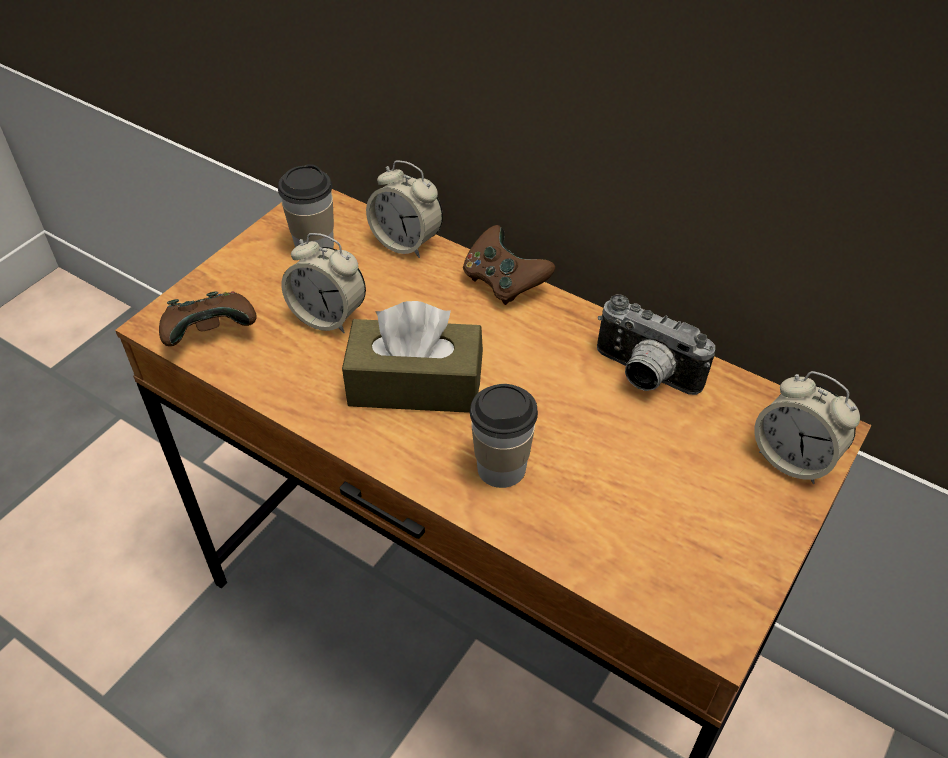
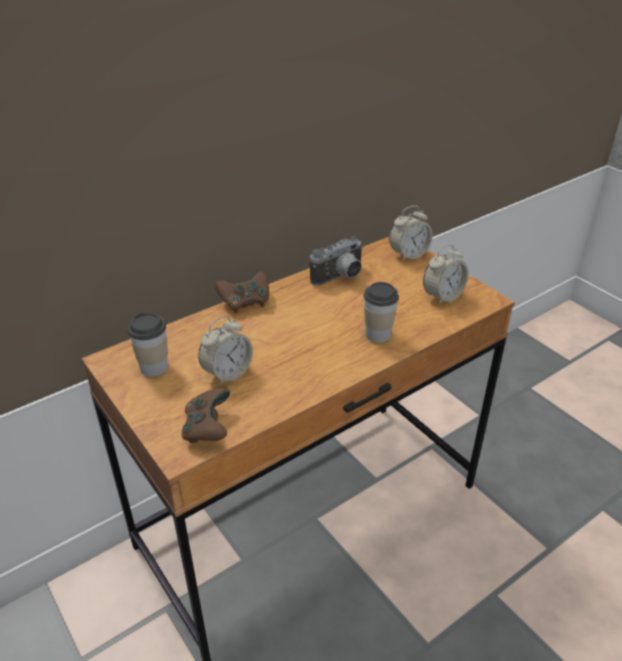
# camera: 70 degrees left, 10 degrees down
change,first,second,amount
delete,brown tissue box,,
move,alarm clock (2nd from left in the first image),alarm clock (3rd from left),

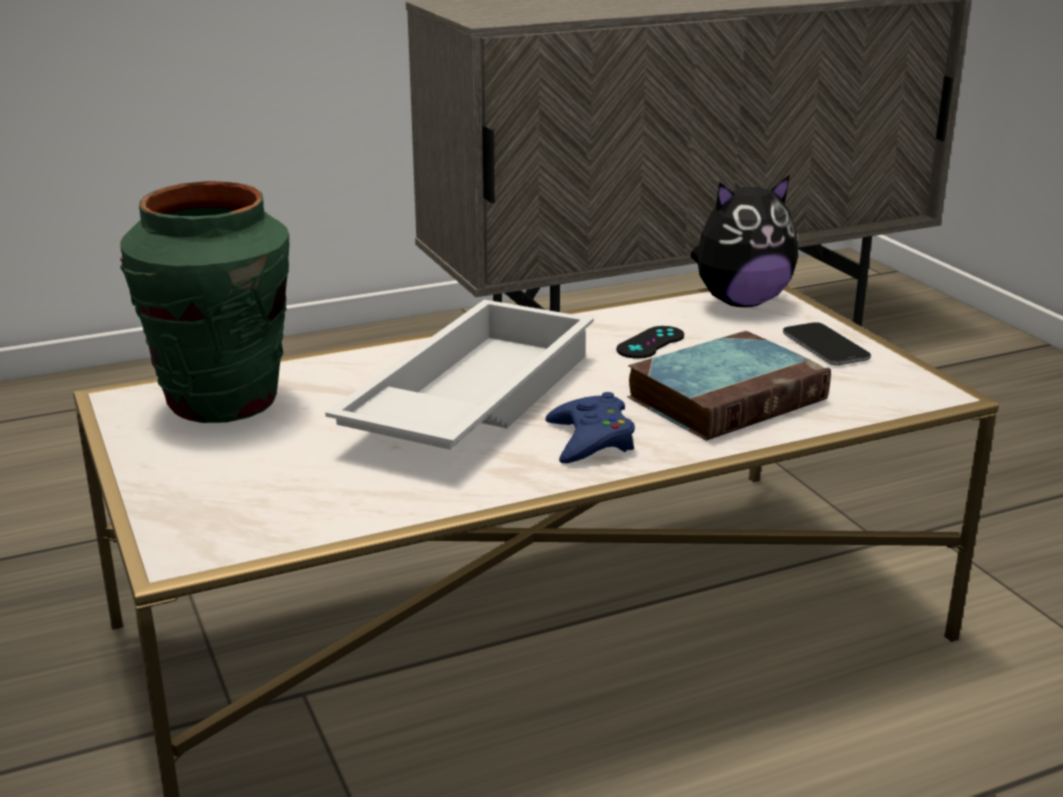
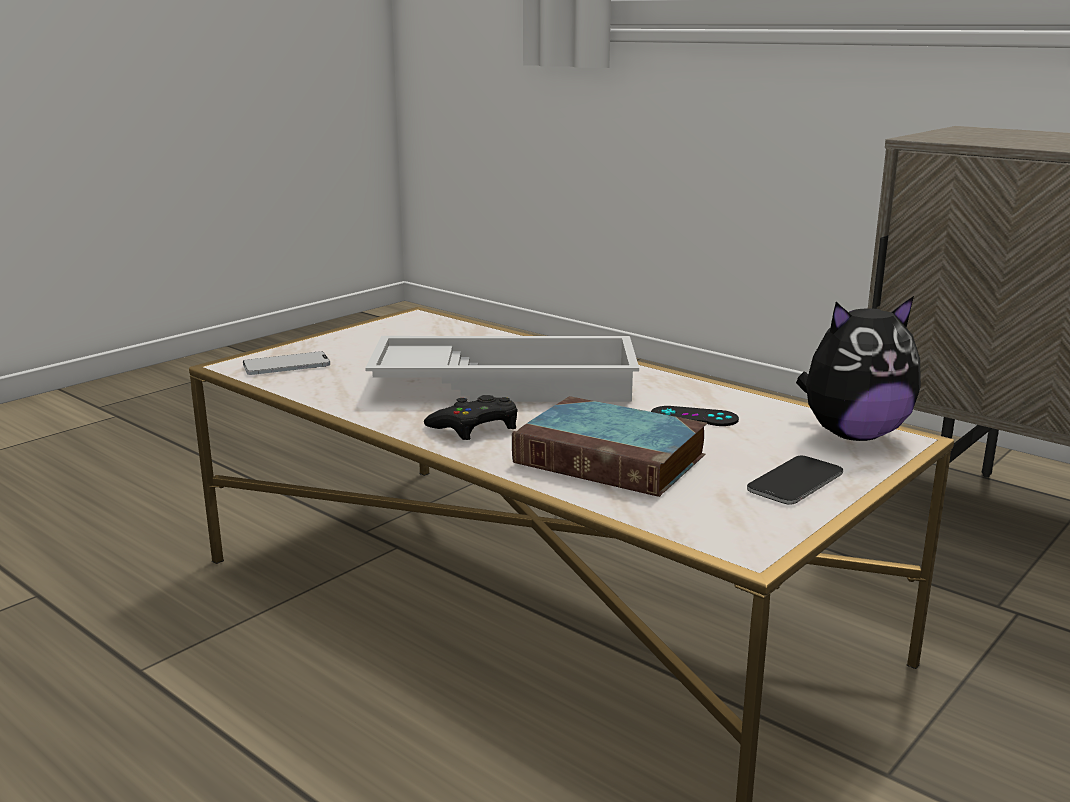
# camera: 65 degrees right, 5 degrees down
change,first,second,amount
delete,green vase,,
recolor,blue game controller,black game controller (1st from left),
rotate,plush toy,,60 degrees counterclockwise
insert,,phone (1st from left),

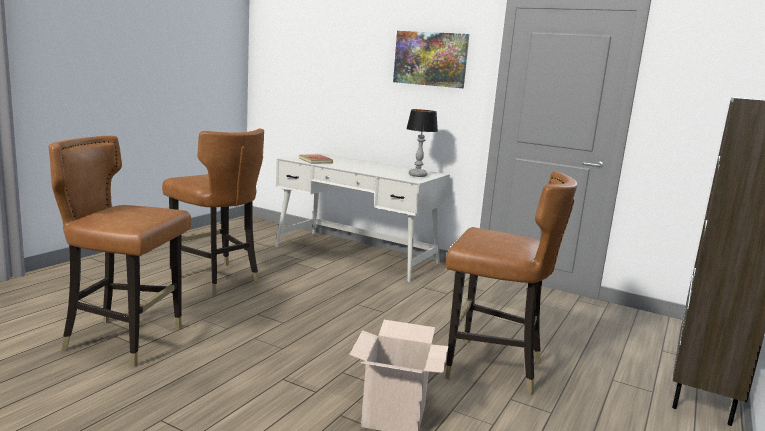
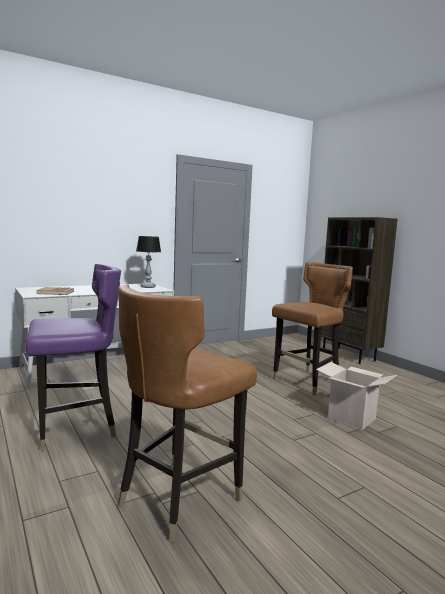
# camera: 60 degrees left, 5 degrees down
change,first,second,amount
recolor,brown chair (2nd from left),purple chair,
delete,picture,,

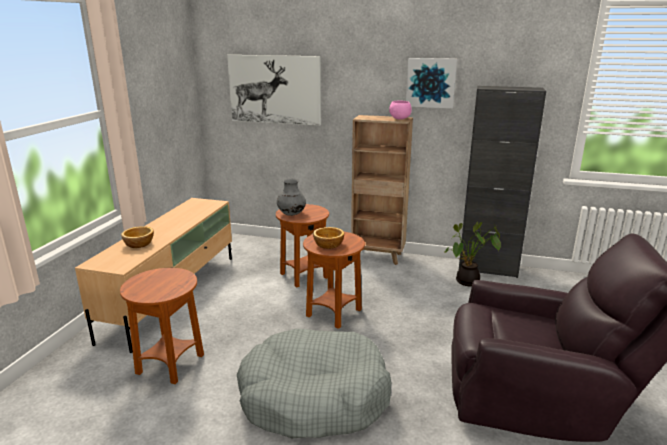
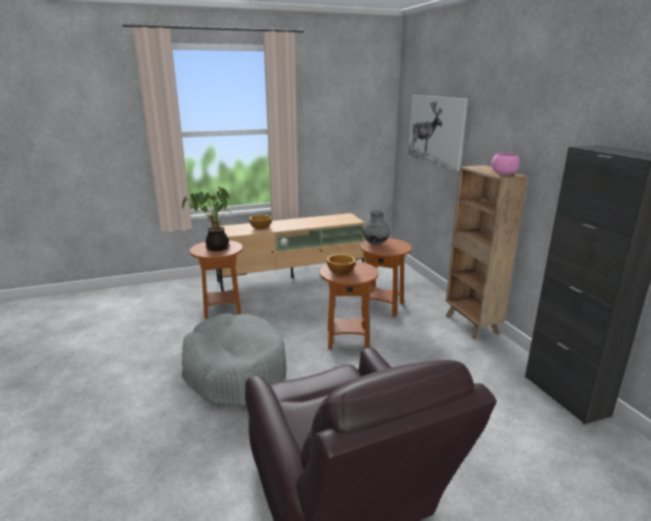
# camera: 55 degrees right, 0 degrees up
change,first,second,amount
delete,picture (2nd from left),,
move,potted plant,,

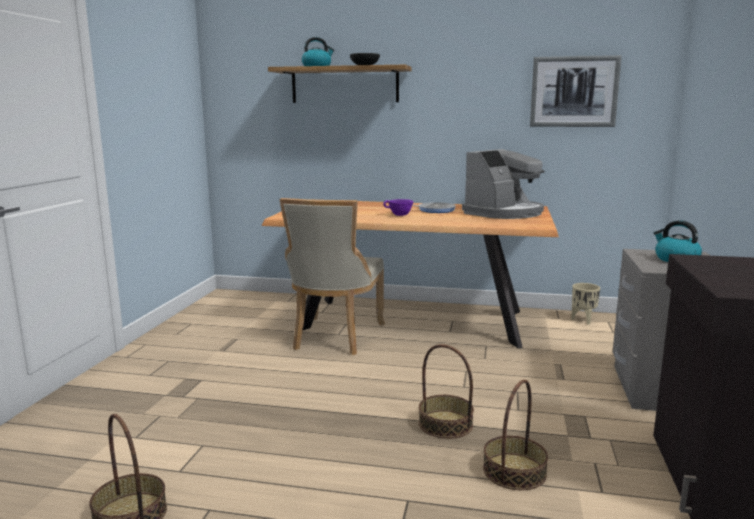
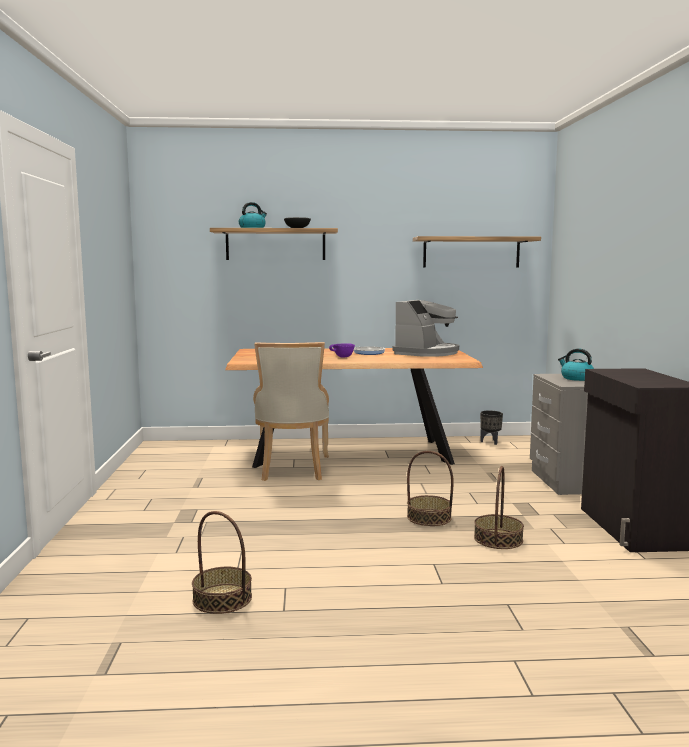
# camera: 15 degrees left, 5 degrees down
change,first,second,amount
replace,picture,shelf (2nd from left),
recolor,beige planter,black planter,

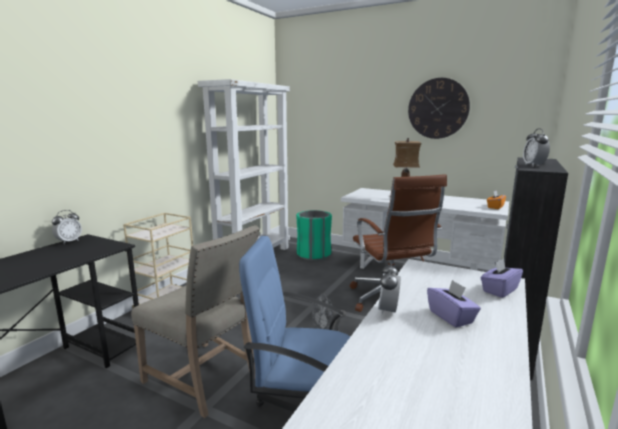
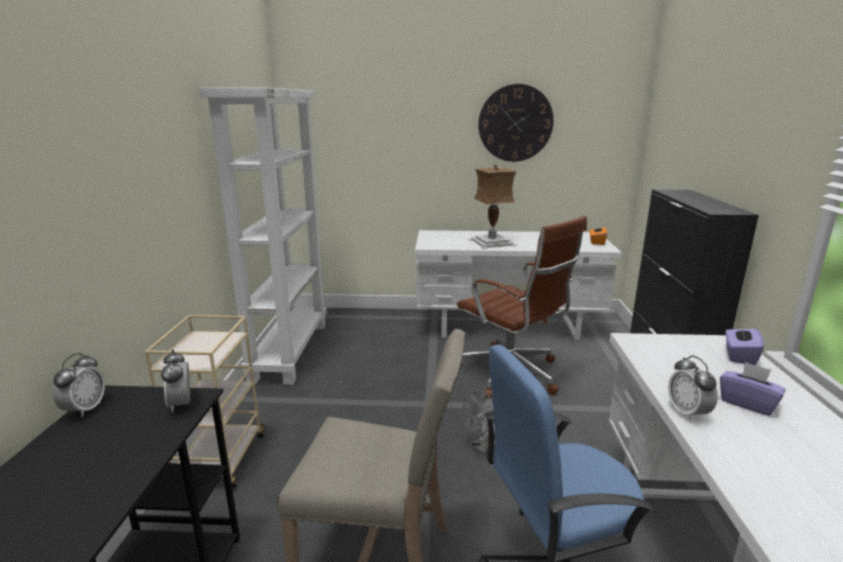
# camera: 25 degrees left, 5 degrees up
change,first,second,amount
delete,green trash can,,
move,alarm clock (3rd from left in the first image),alarm clock (2nd from left),

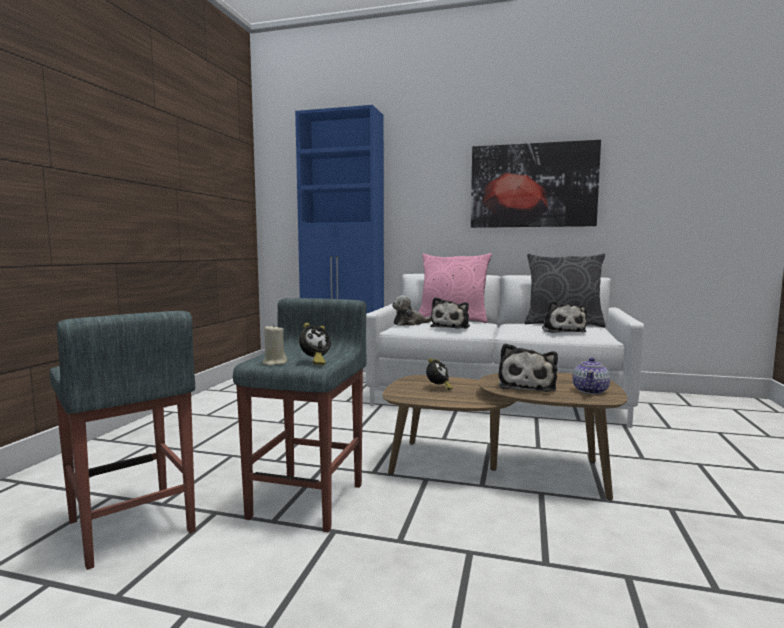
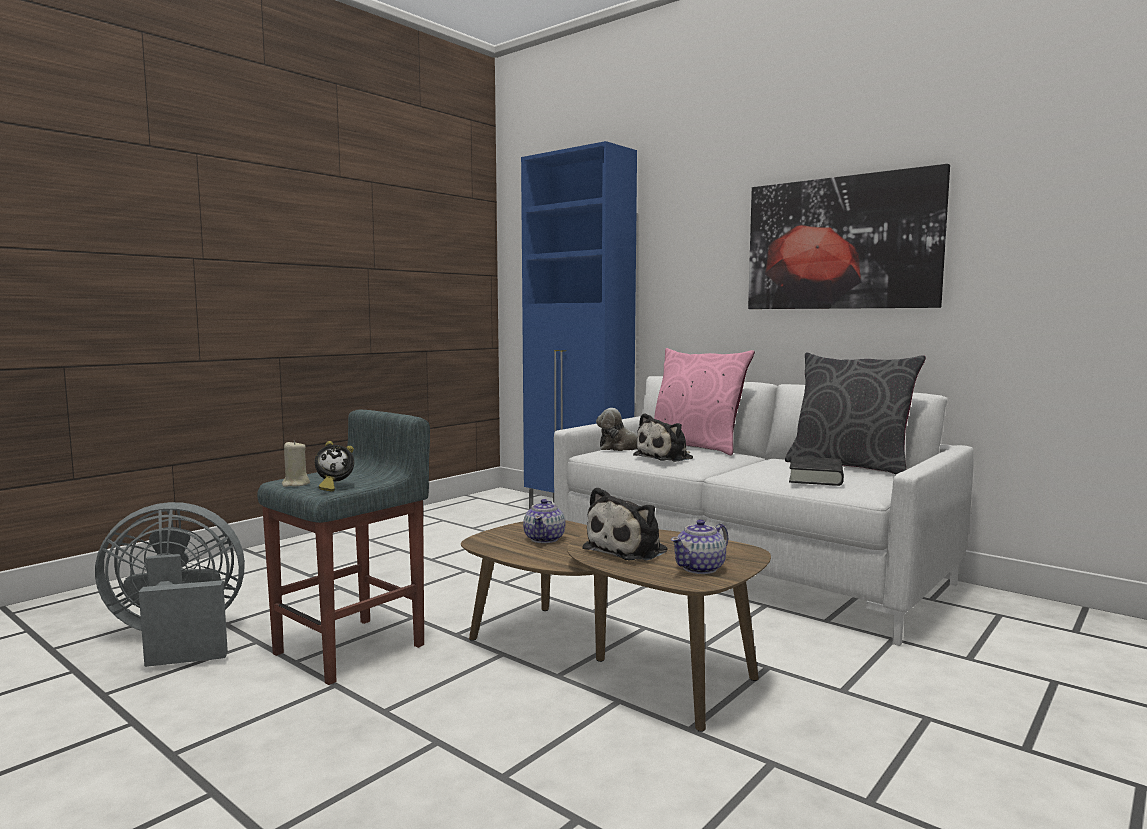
# camera: 25 degrees right, 0 degrees up
change,first,second,amount
replace,grey stool (1st from left),grey fan,
replace,alarm clock (2nd from left),teapot (1st from left),
replace,plush toy (4th from left),black book,

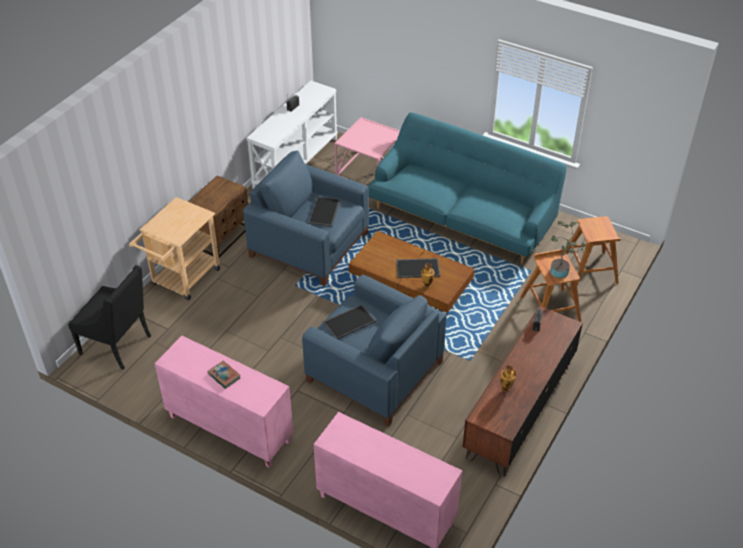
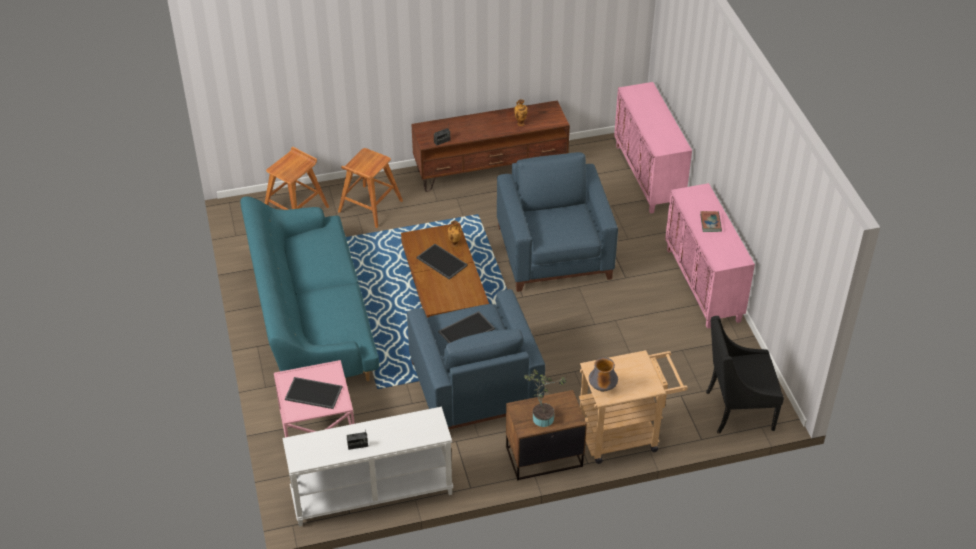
# camera: 135 degrees left, 0 degrees up
change,first,second,amount
rotate,black armchair,,75 degrees counterclockwise
move,tray (2nd from left in the first image),tray (1st from left),
move,potted plant,,
insert,,vase (3rd from left),

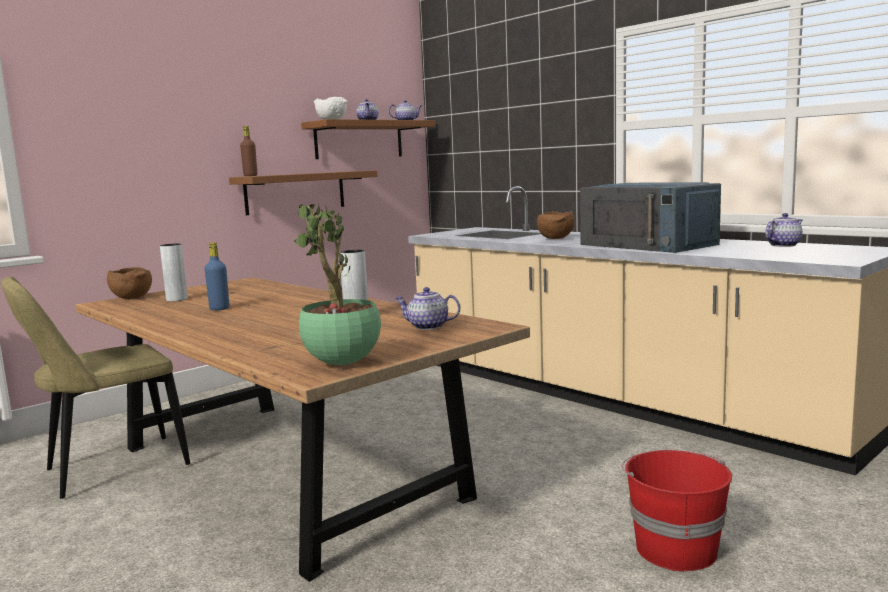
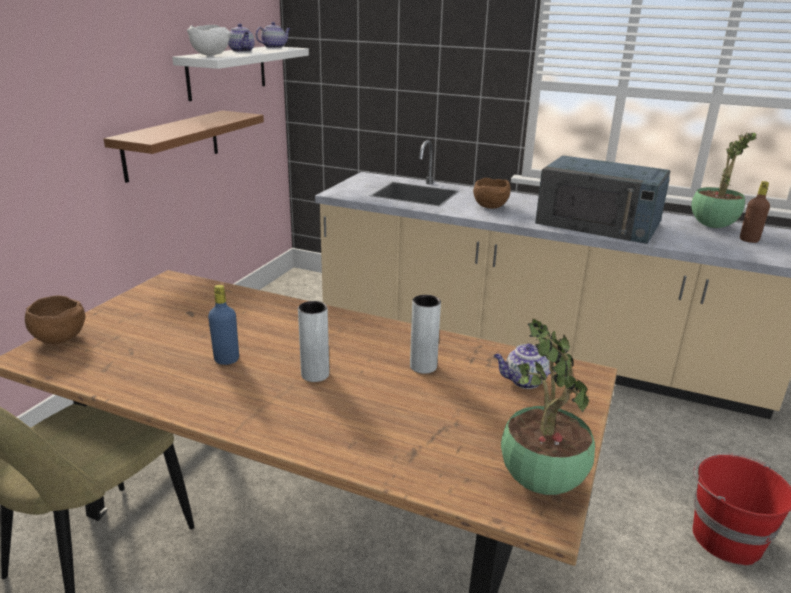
# camera: 25 degrees left, 15 degrees up
change,first,second,amount
move,grey vase (1st from left),,
move,brown bottle,,
recolor,brown shelf (2nd from left),white shelf,
replace,teapot (4th from left),potted plant (2nd from left),

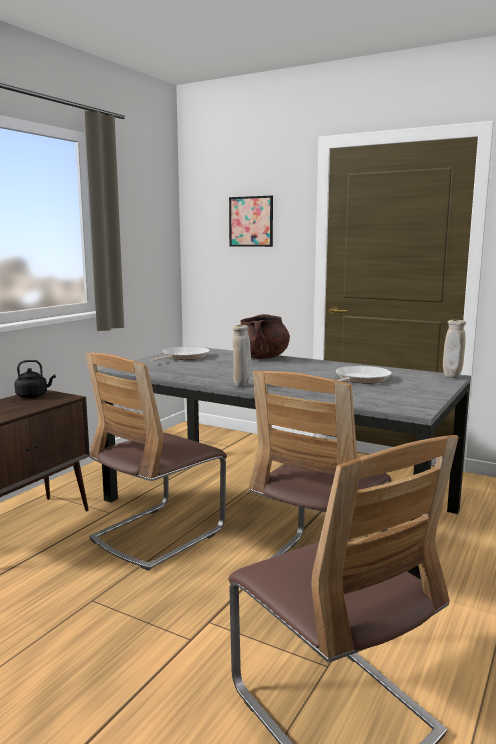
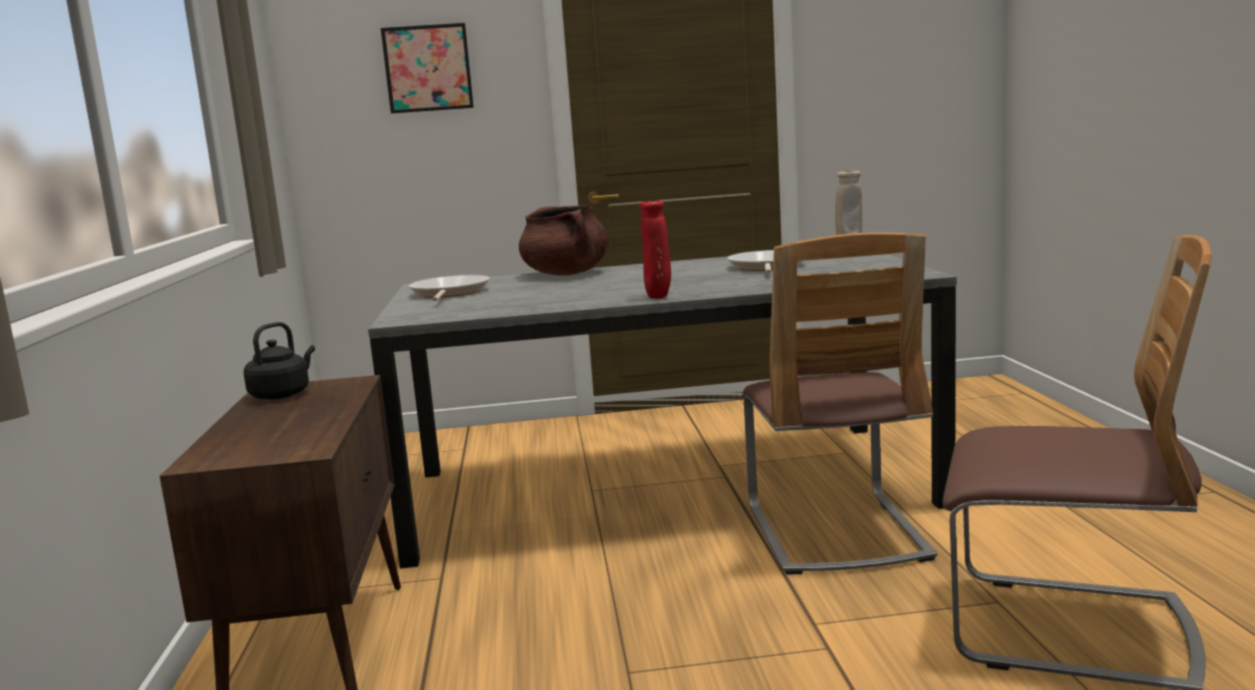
# camera: 35 degrees left, 0 degrees up
change,first,second,amount
delete,chair (1st from left),,
recolor,beige vase (1st from left),red vase,

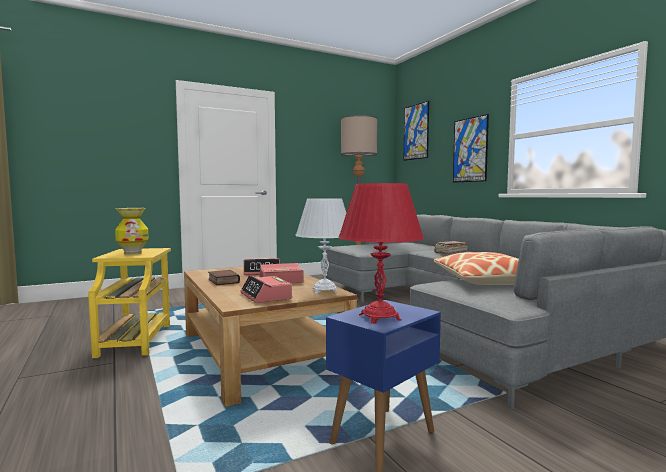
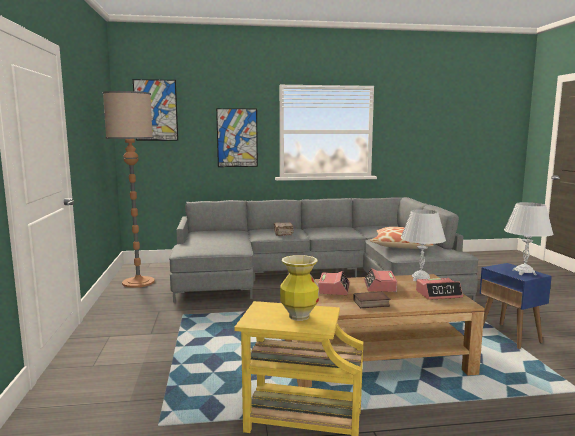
# camera: 70 degrees left, 5 degrees up
change,first,second,amount
recolor,red table lamp,white table lamp (2nd from left),

